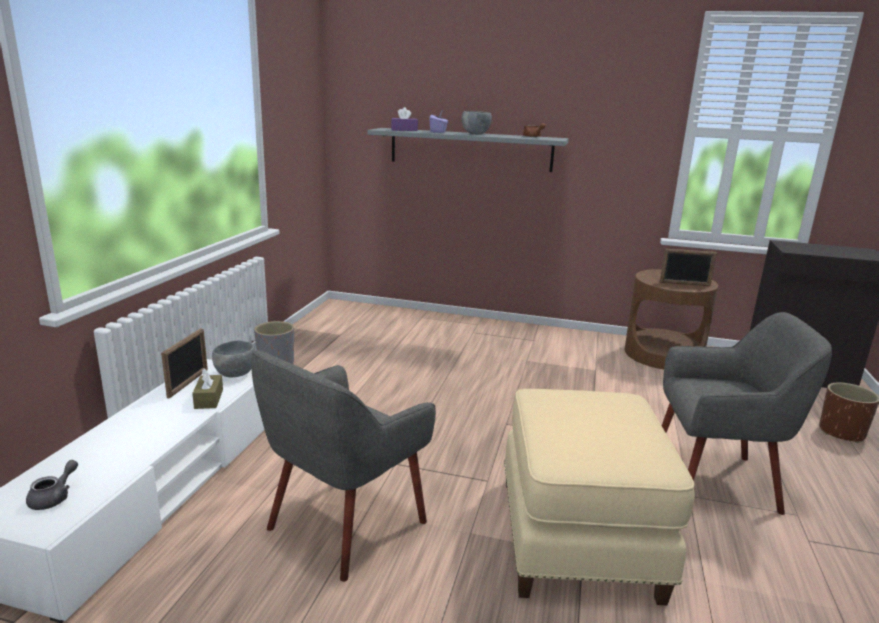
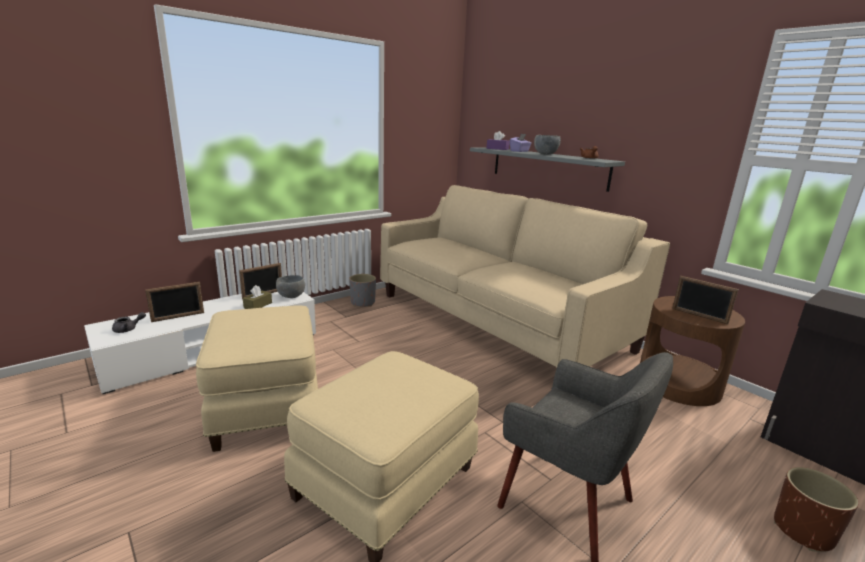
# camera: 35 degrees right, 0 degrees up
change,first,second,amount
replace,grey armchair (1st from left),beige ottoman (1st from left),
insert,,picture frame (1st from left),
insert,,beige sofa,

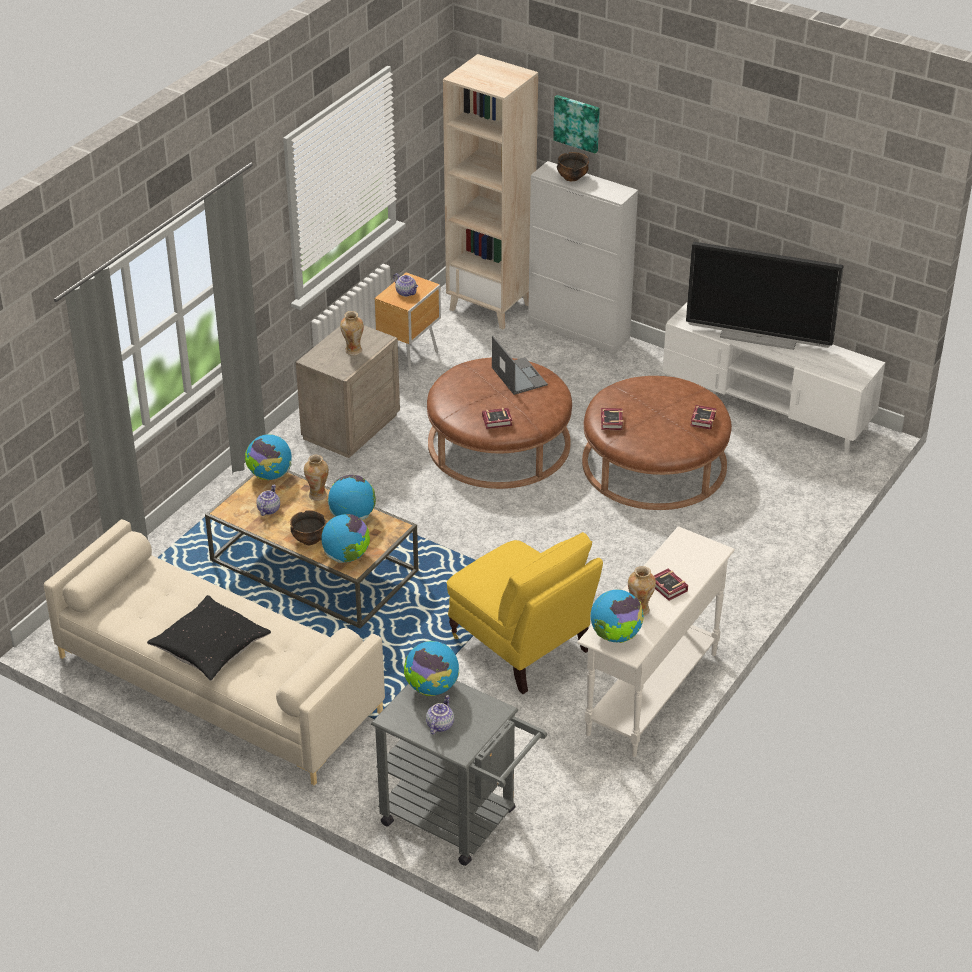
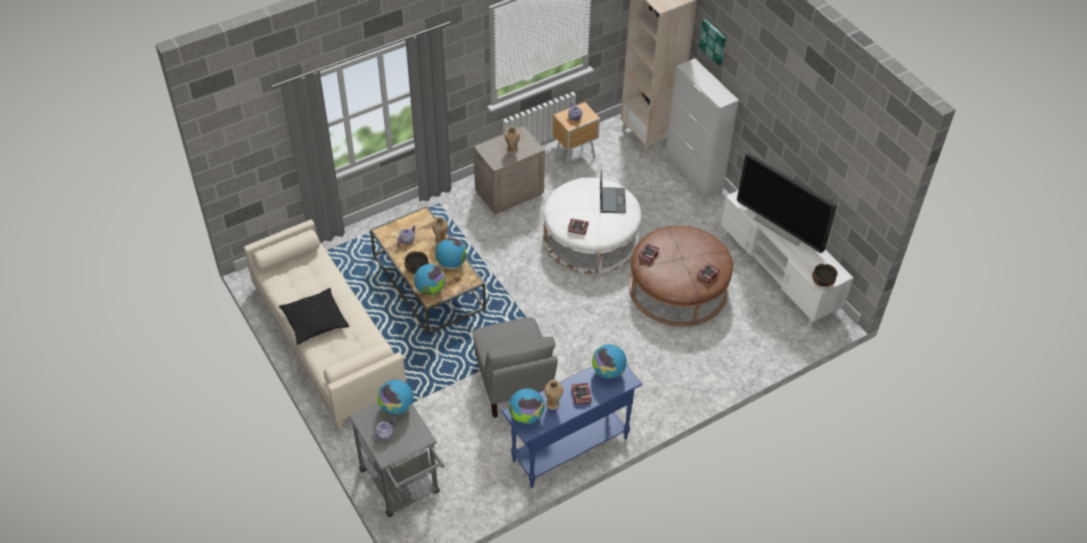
# camera: 25 degrees right, 10 degrees up
change,first,second,amount
move,globe (1st from left in the first image),globe (5th from left),
recolor,brown ottoman (1st from left),white ottoman,
recolor,yellow armchair,grey armchair,
move,bowl (2nd from left),,
recolor,white console table,blue console table,

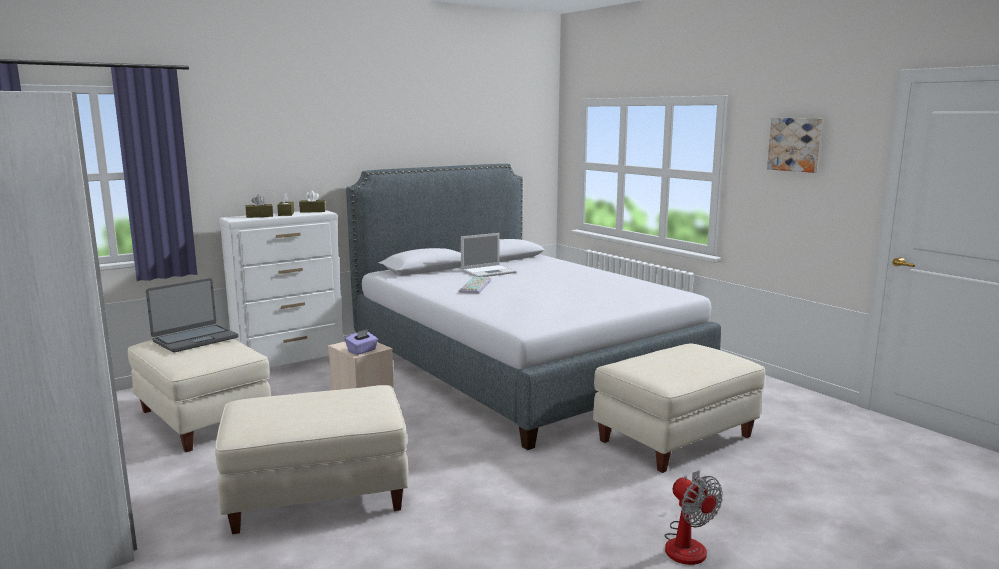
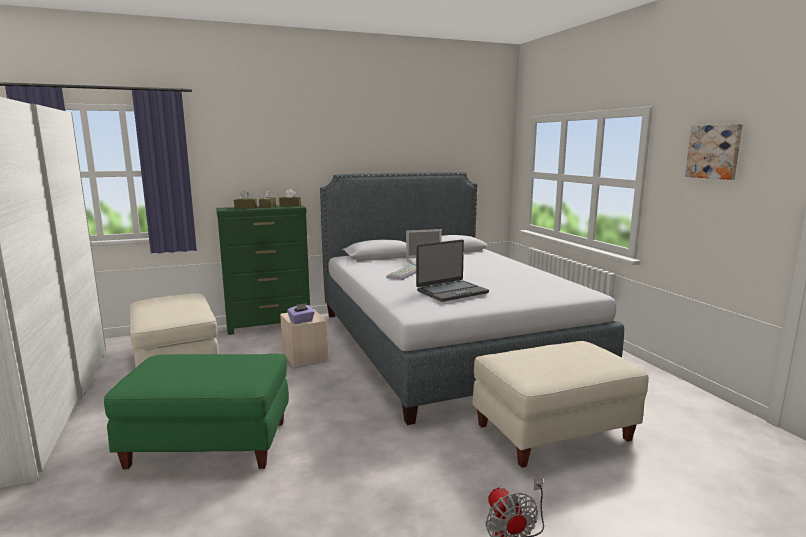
# camera: 15 degrees right, 0 degrees up
change,first,second,amount
move,laptop (1st from left in the first image),laptop (2nd from left),
recolor,beige ottoman (2nd from left),green ottoman,
recolor,white dresser,green dresser,

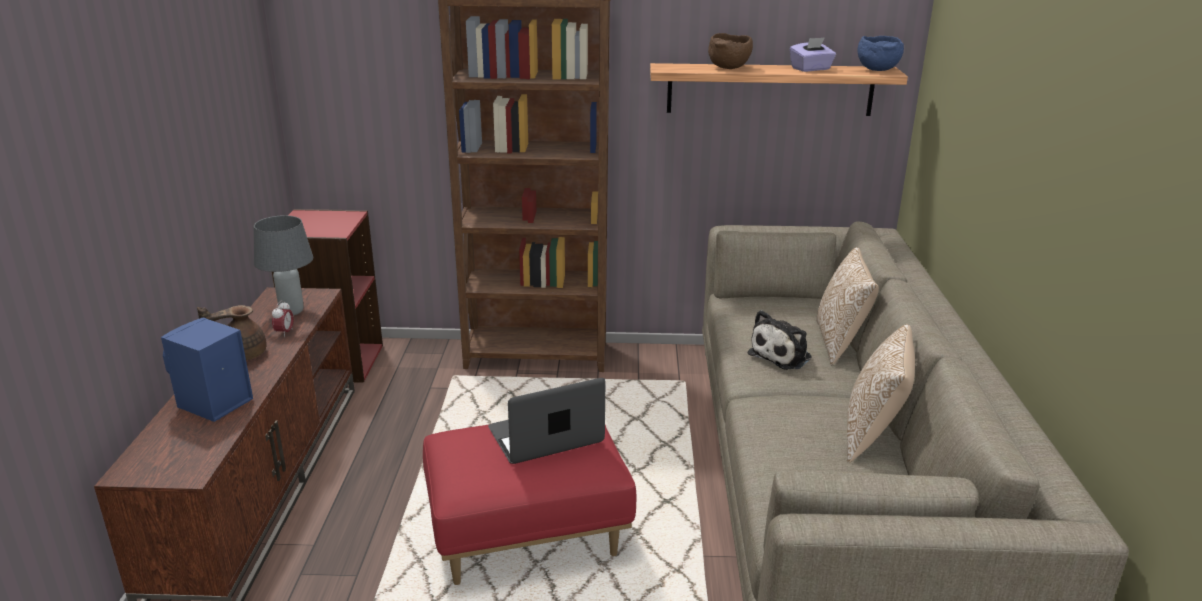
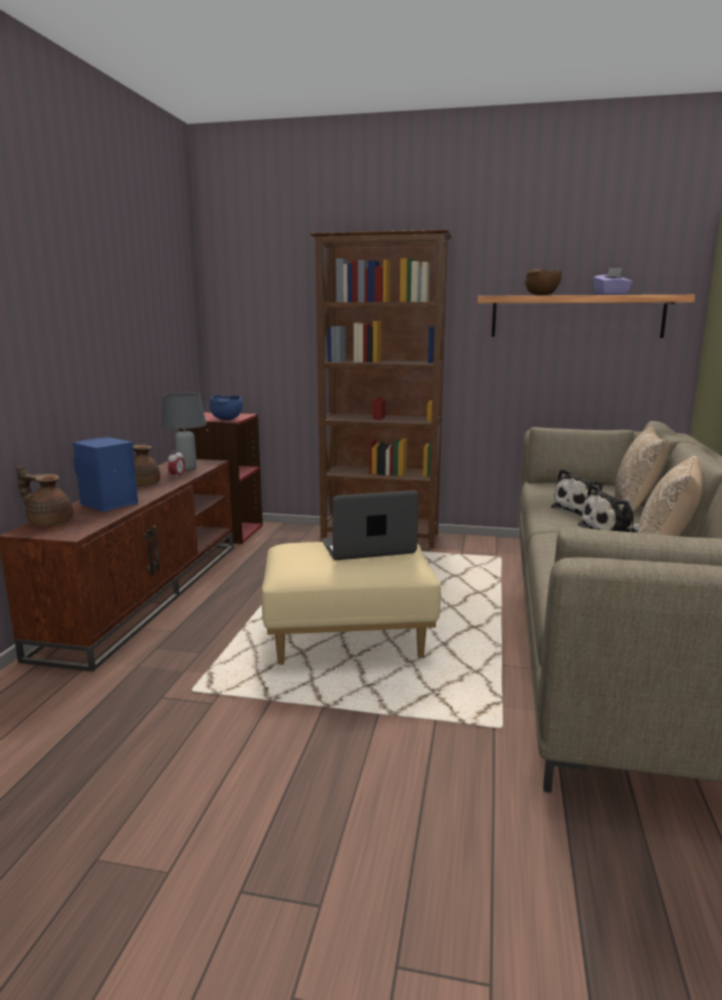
# camera: 10 degrees right, 10 degrees down
change,first,second,amount
recolor,red ottoman,beige ottoman,
move,blue bowl,,
insert,,brown teapot (1st from left),
insert,,plush toy (2nd from left),

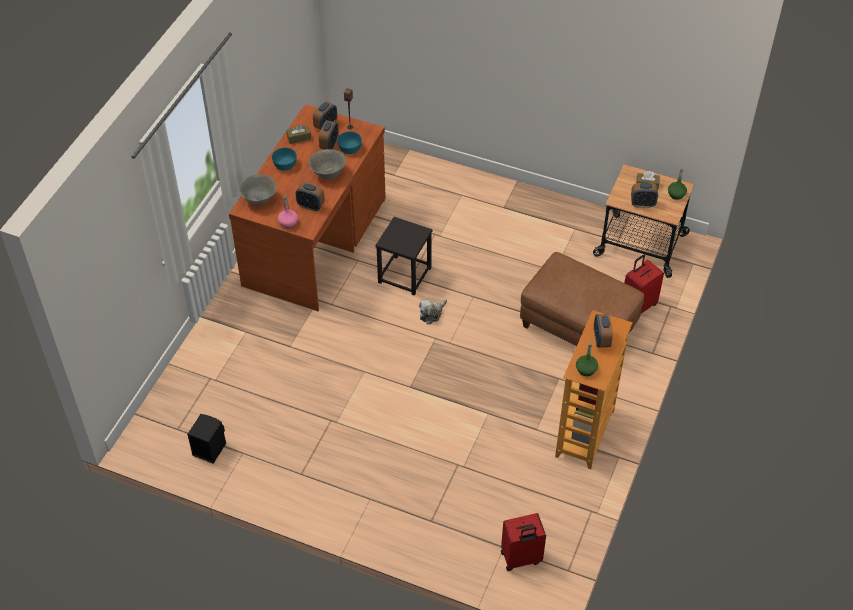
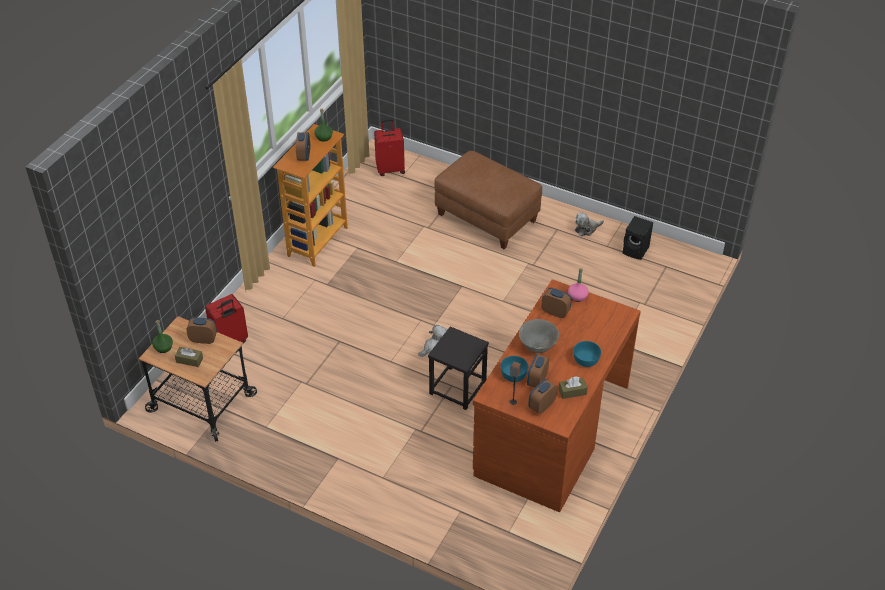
# camera: 175 degrees left, 5 degrees down
change,first,second,amount
delete,grey bowl (1st from left),,
move,brown ottoman,,
insert,,plush toy (2nd from left),

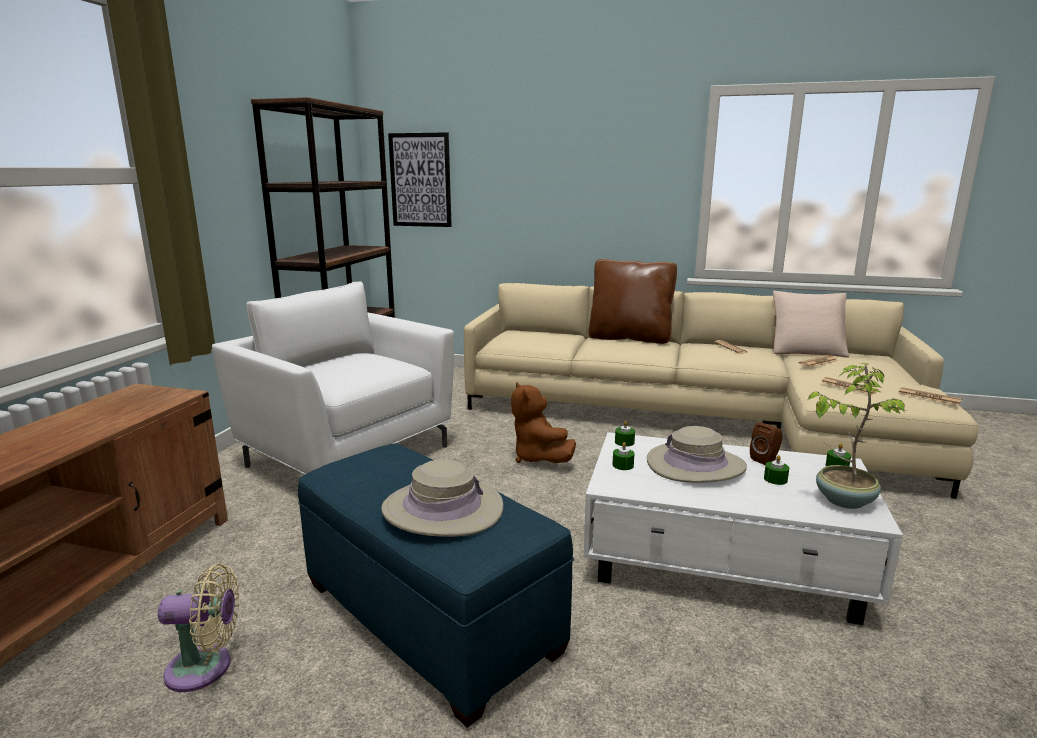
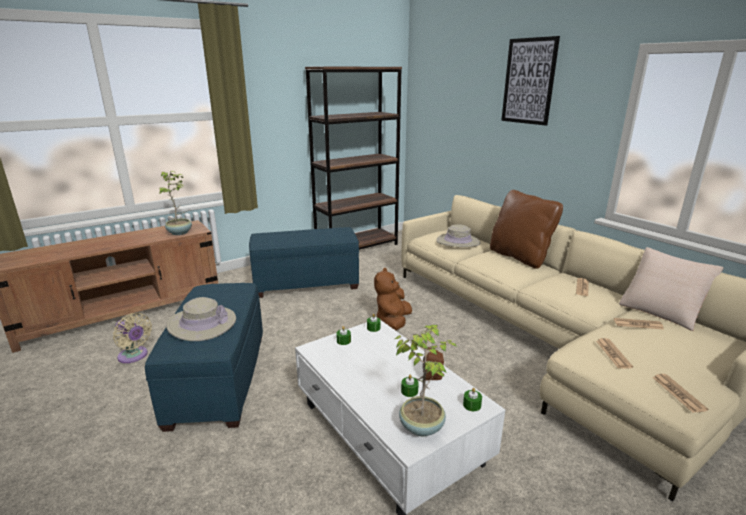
# camera: 40 degrees right, 5 degrees up
change,first,second,amount
replace,white armchair,blue ottoman (2nd from left),
move,picture,,
move,beige hat (2nd from left),,
insert,,potted plant (1st from left),

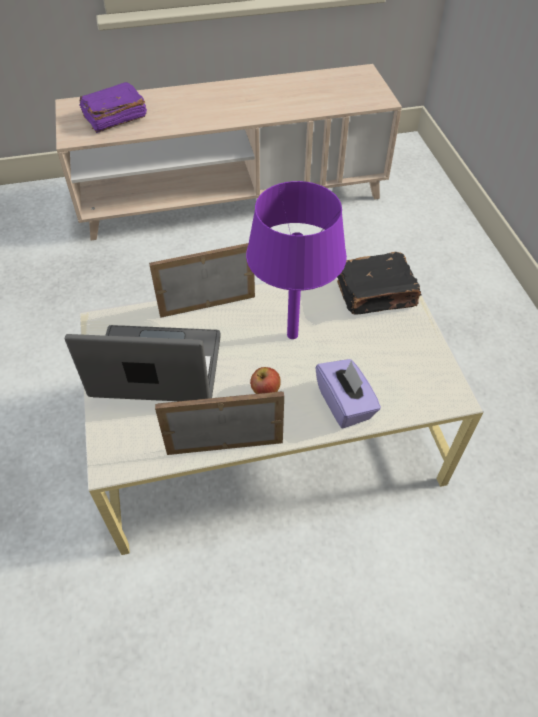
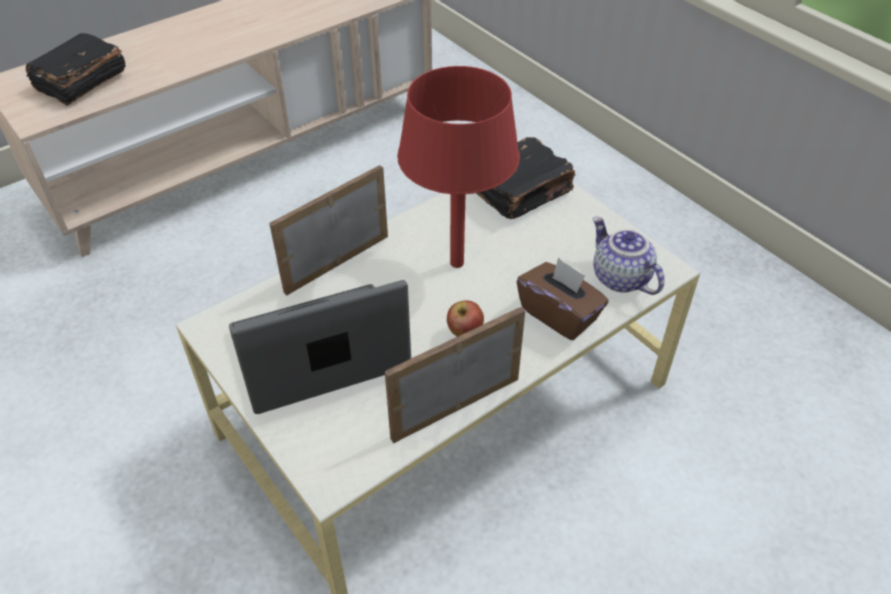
# camera: 25 degrees left, 5 degrees down
change,first,second,amount
recolor,purple book,black book (1st from left),
recolor,purple table lamp,red table lamp,
recolor,purple tissue box,brown tissue box,
insert,,teapot,

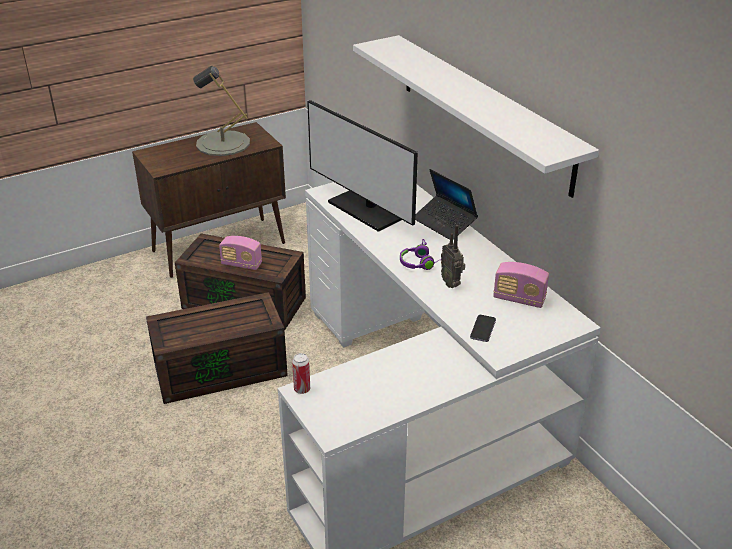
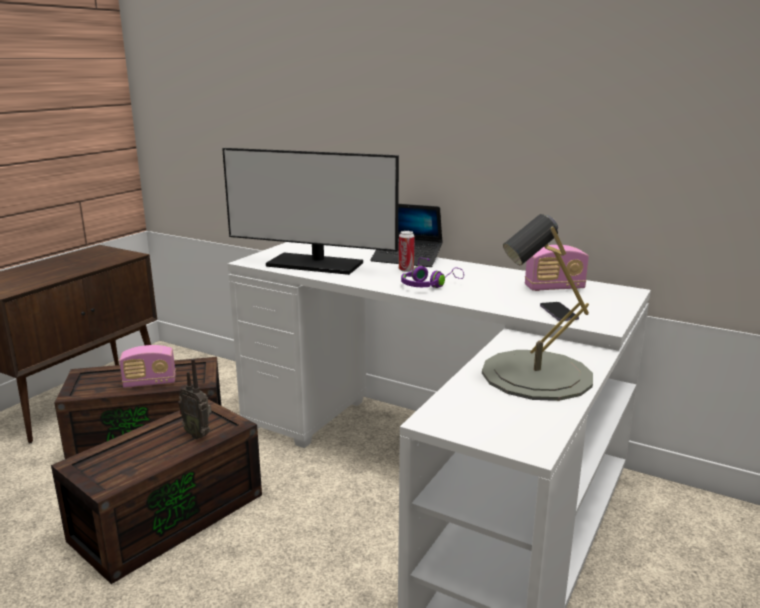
# camera: 30 degrees left, 15 degrees down
change,first,second,amount
move,grey table lamp,,
move,can,,
delete,white shelf,,
move,radio (2nd from left),,

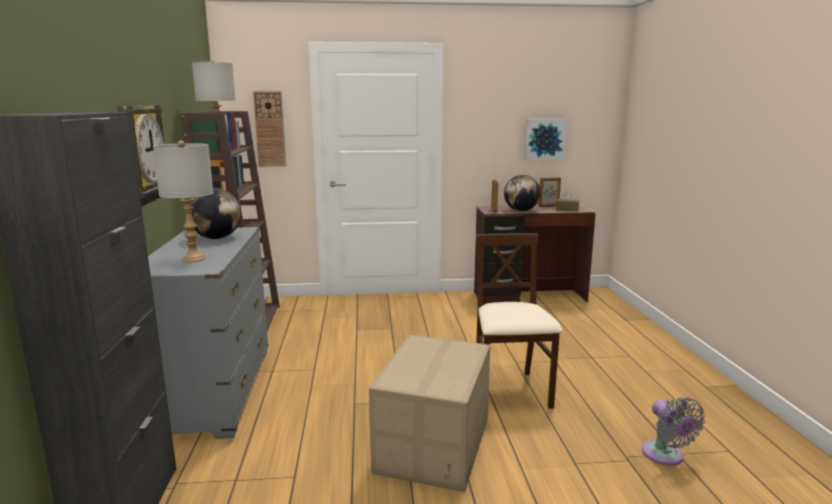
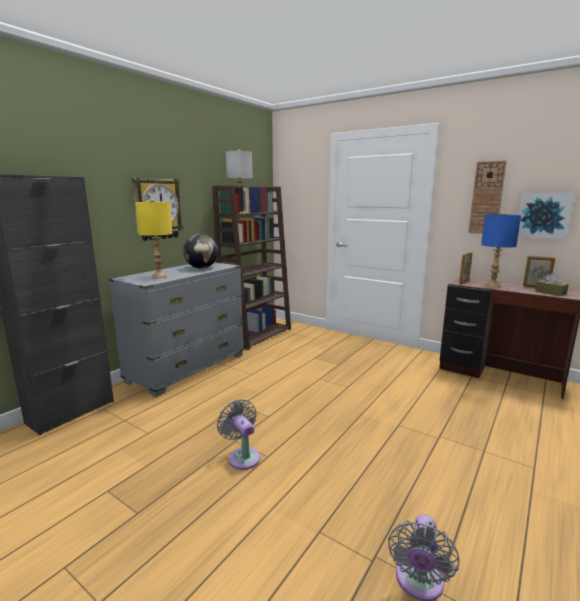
# camera: 40 degrees right, 0 degrees up
change,first,second,amount
recolor,grey table lamp (1st from left),yellow table lamp,
move,wall clock (2nd from left),,
replace,cardboard box,grey fan (1st from left),
delete,beige chair,,
replace,globe (2nd from left),blue table lamp,

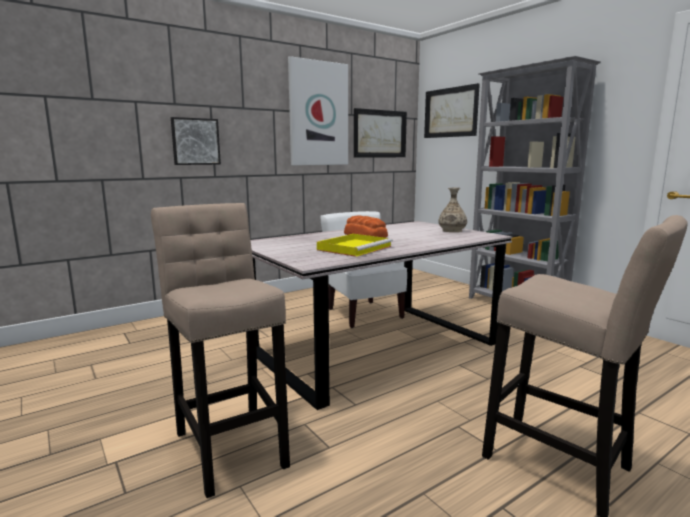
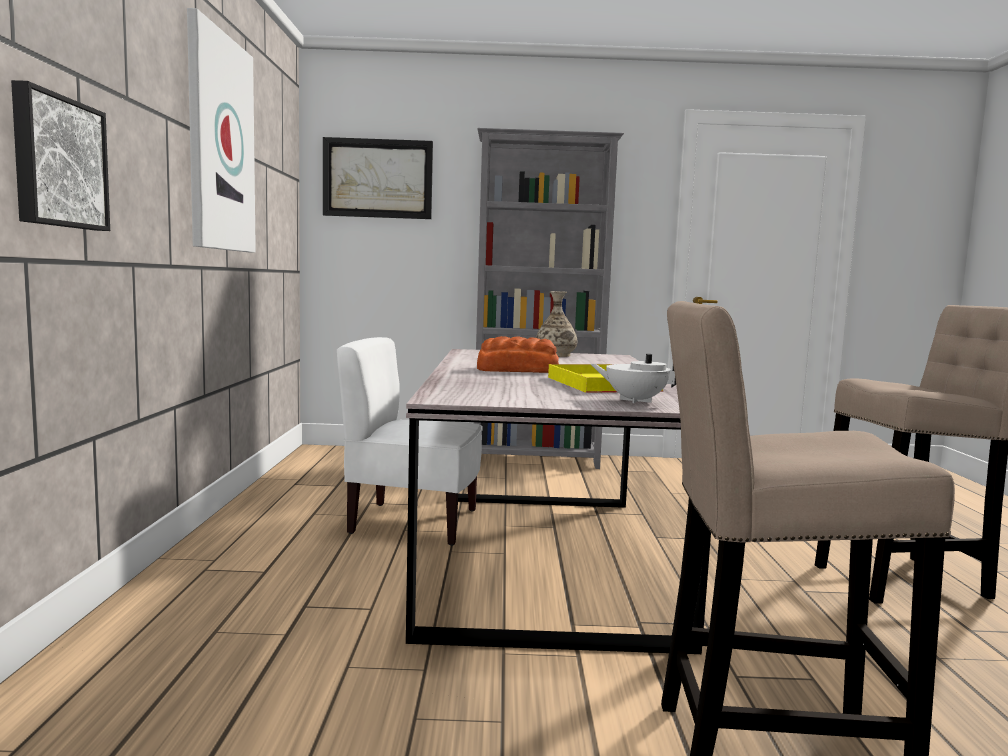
# camera: 55 degrees left, 5 degrees down
change,first,second,amount
delete,picture (3rd from left),,
insert,,white teapot,

